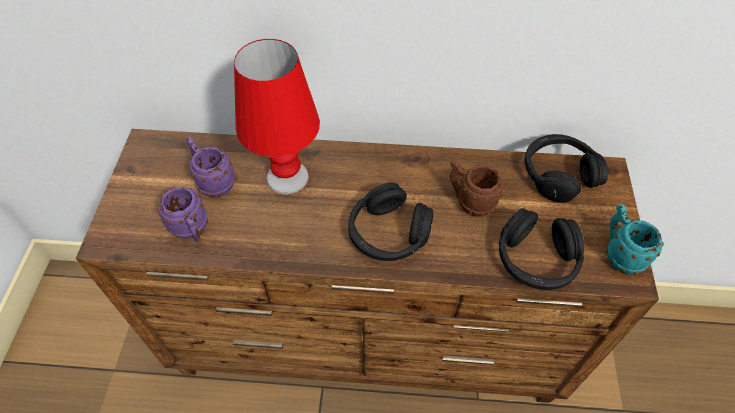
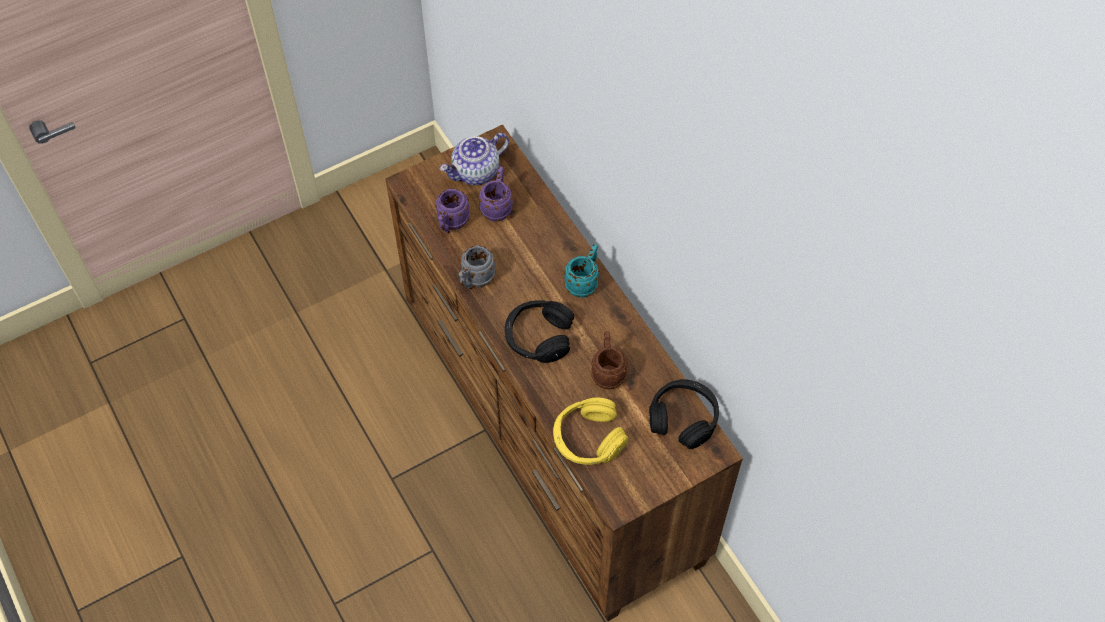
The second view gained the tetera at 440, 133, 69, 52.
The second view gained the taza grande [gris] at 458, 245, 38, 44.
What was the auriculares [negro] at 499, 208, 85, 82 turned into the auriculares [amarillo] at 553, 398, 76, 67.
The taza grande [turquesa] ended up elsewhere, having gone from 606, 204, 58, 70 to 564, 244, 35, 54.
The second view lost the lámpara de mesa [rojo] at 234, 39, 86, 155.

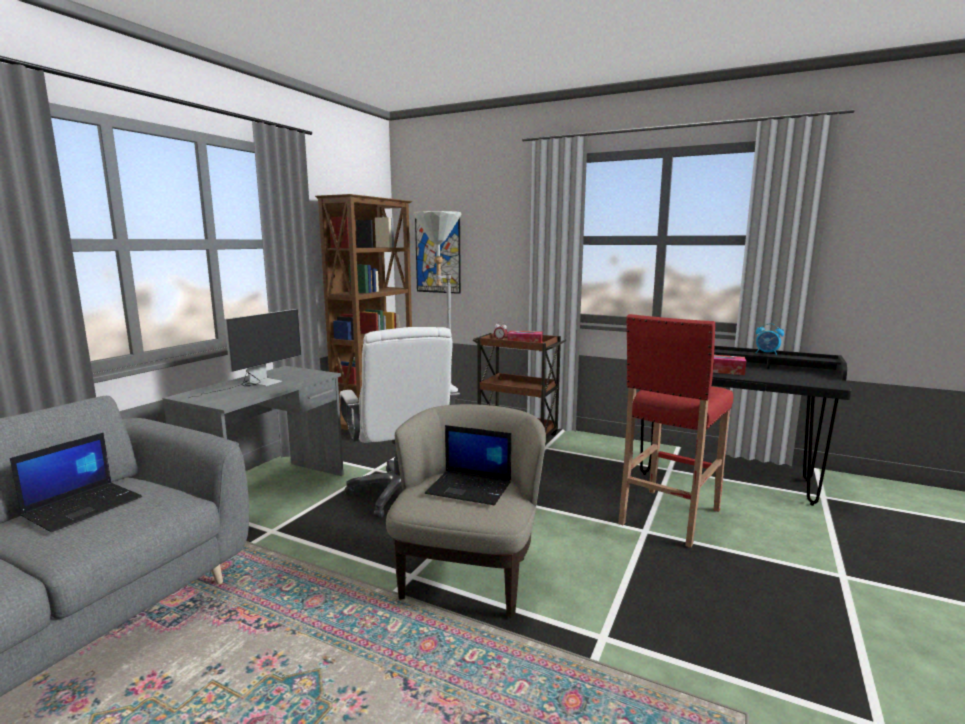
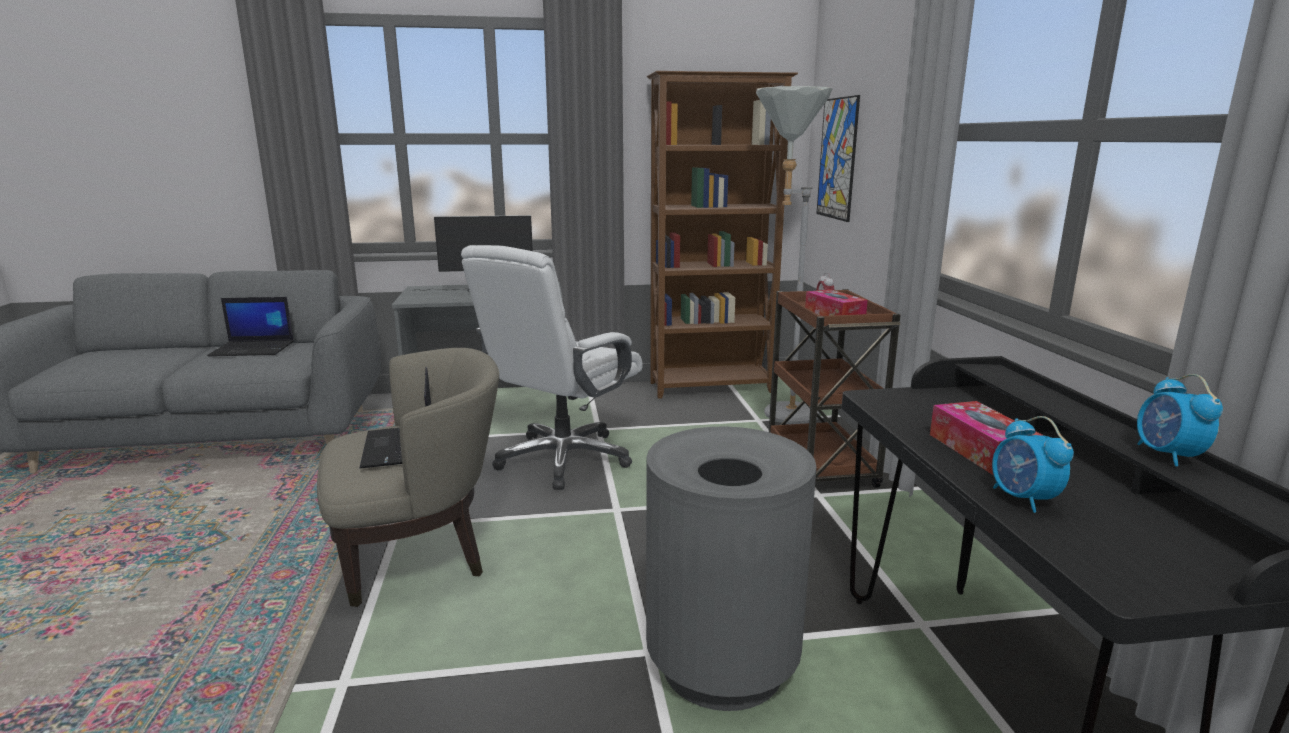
Where the taburete [rojo] stood at 618, 314, 115, 234, the papelera [gris] came to stand at 646, 427, 170, 284.
The second view gained the despertador at 992, 416, 82, 97.

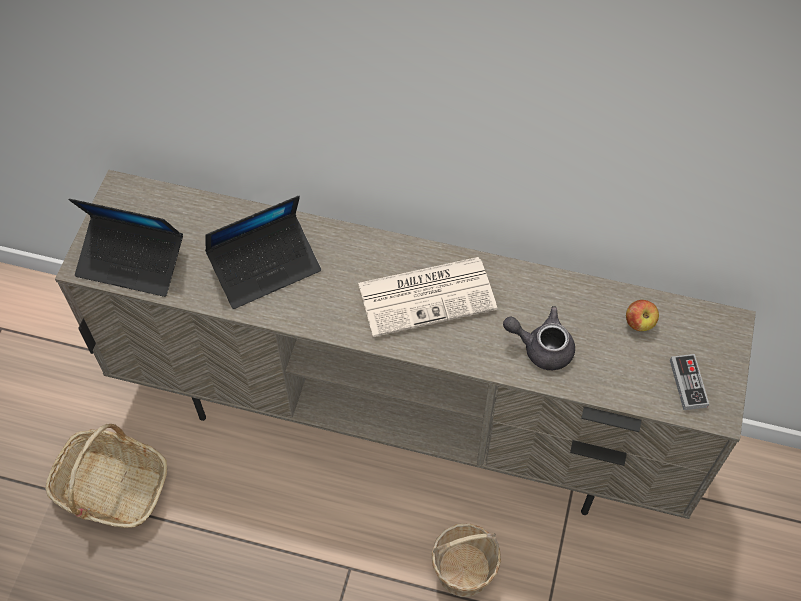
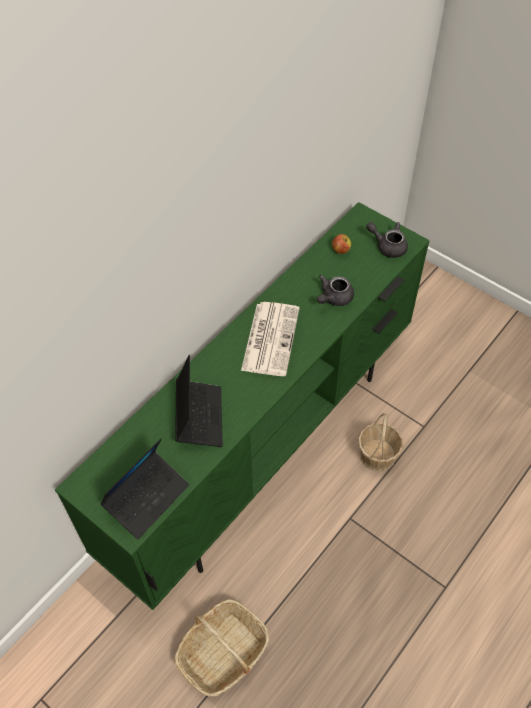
What was the mueble de televisión [beis] at 55, 170, 701, 349 turned into the mueble de televisión [verde] at 55, 202, 375, 408.
Where the mando de consola stood at 670, 354, 39, 56, the tetera [gris] came to stand at 366, 222, 42, 36.

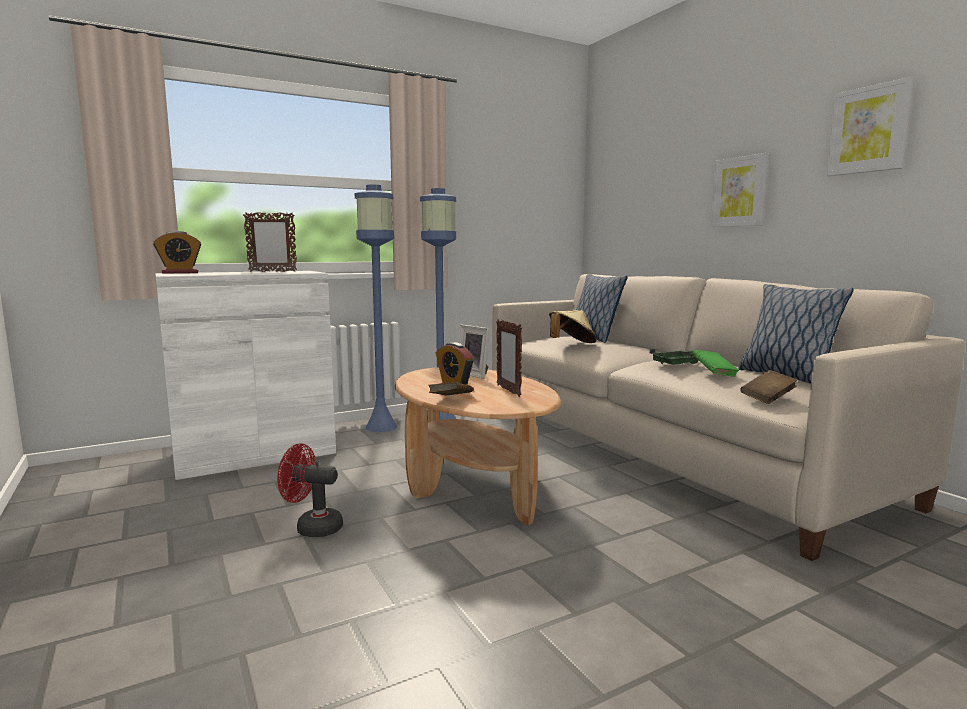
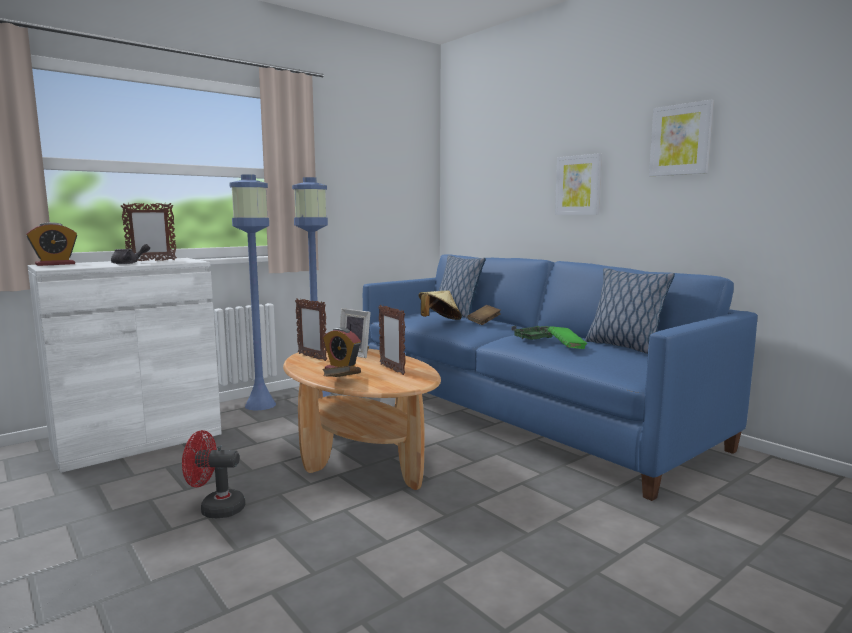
The second view gained the tetera [gris] at 111, 244, 39, 20.
The second view gained the portarretratos at 295, 298, 32, 63.
What was the sofá [beis] at 492, 274, 474, 287 turned into the sofá [azul] at 363, 254, 395, 247.
The libro [marrón] ended up elsewhere, having gone from 740, 370, 57, 34 to 467, 305, 33, 20.

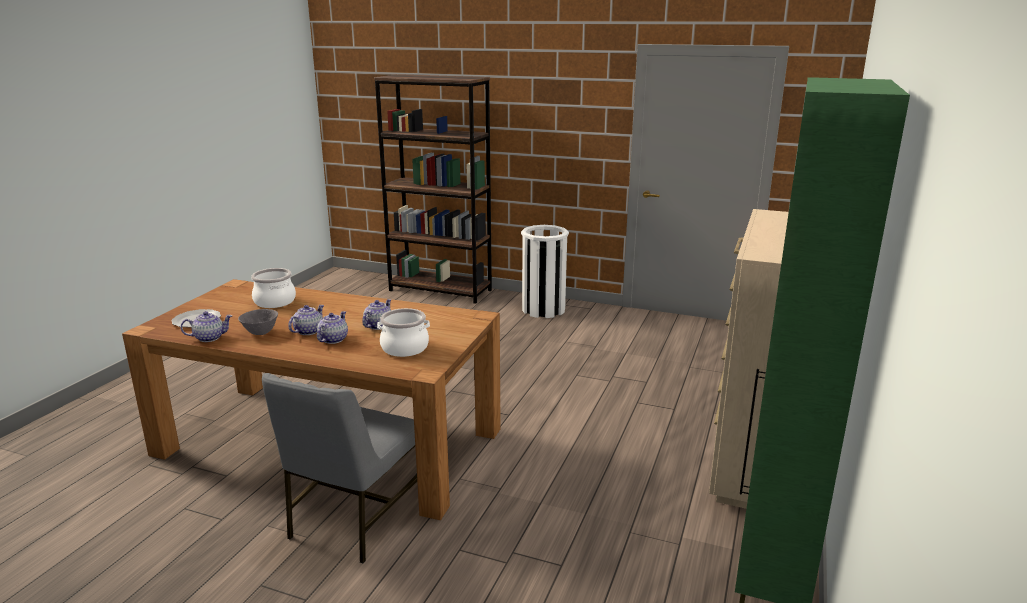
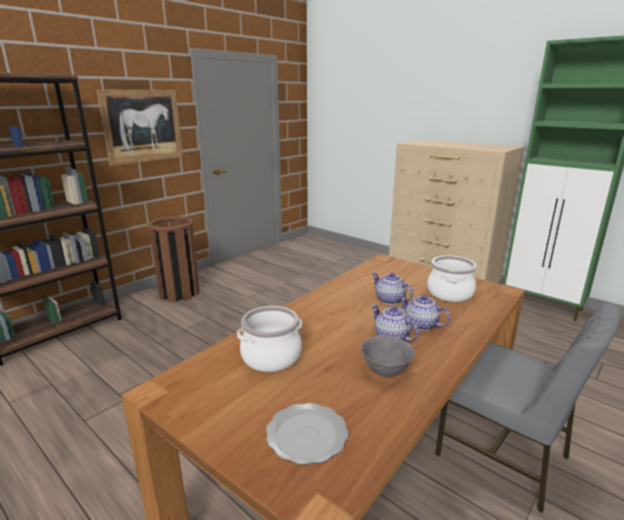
The second view gained the cuadro at 96, 89, 87, 77.
What was the papelera [blanco] at 521, 225, 48, 93 turned into the papelera [marrón] at 148, 216, 52, 86.
The second view lost the tetera at 180, 311, 53, 31.

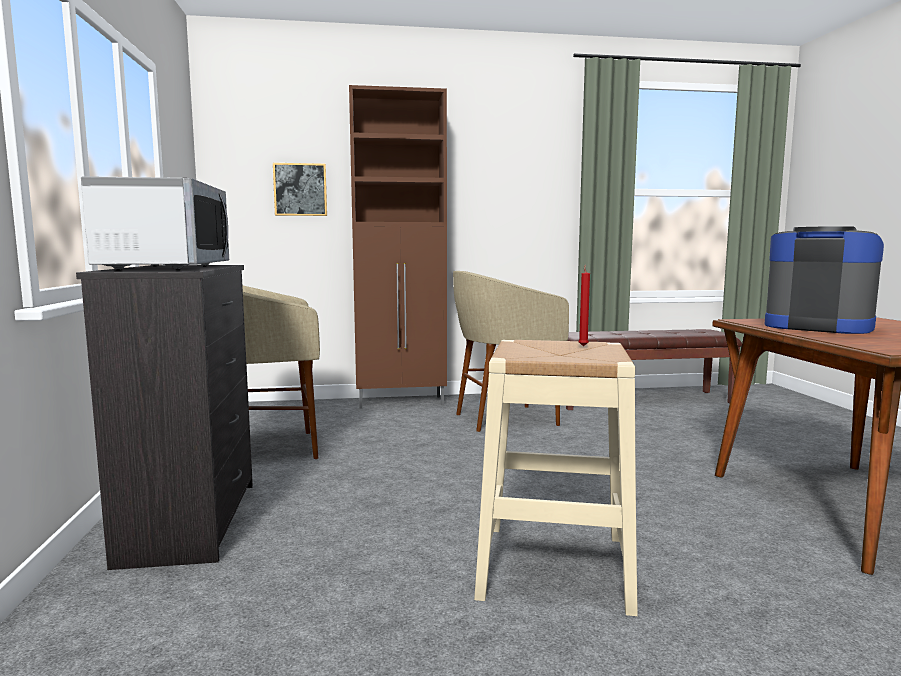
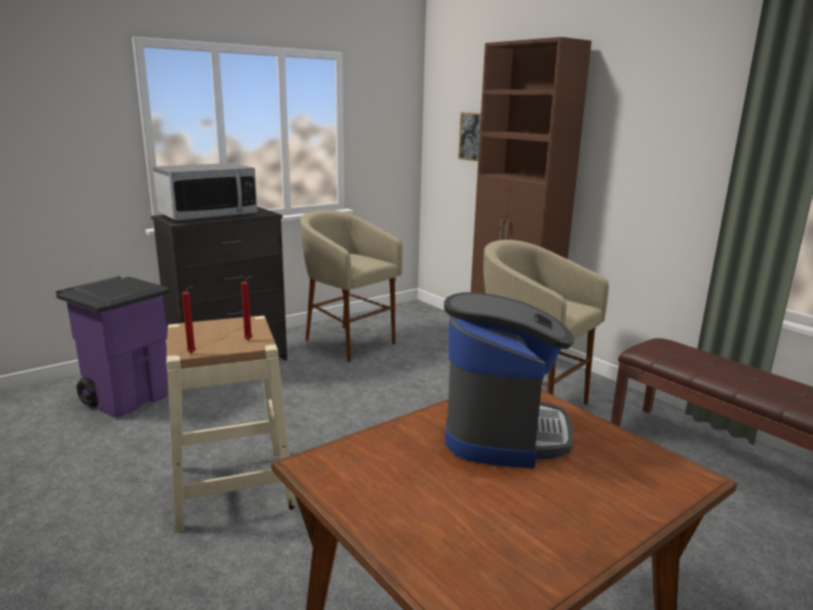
The second view gained the papelera [morado] at 56, 276, 115, 142.
The second view gained the vela [rojo] at 182, 286, 14, 67.

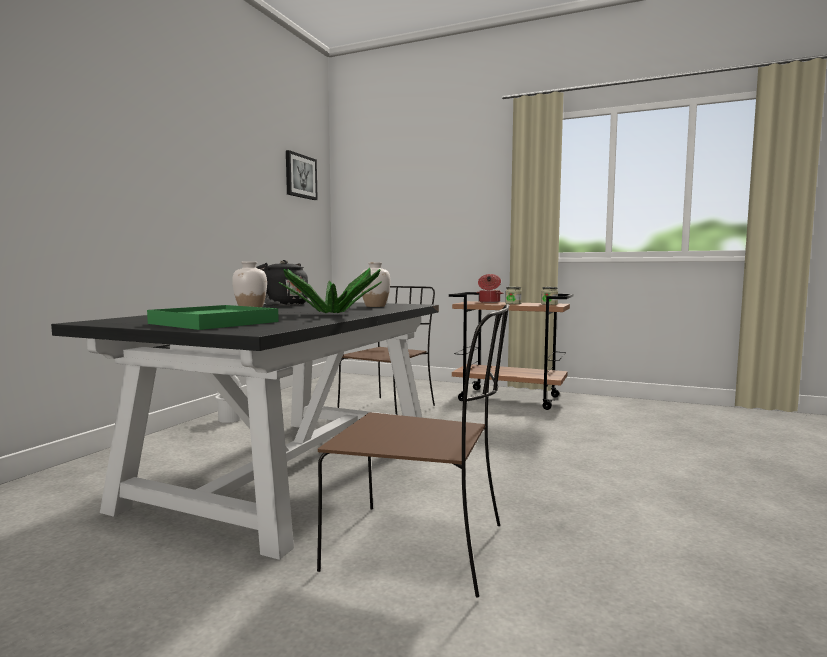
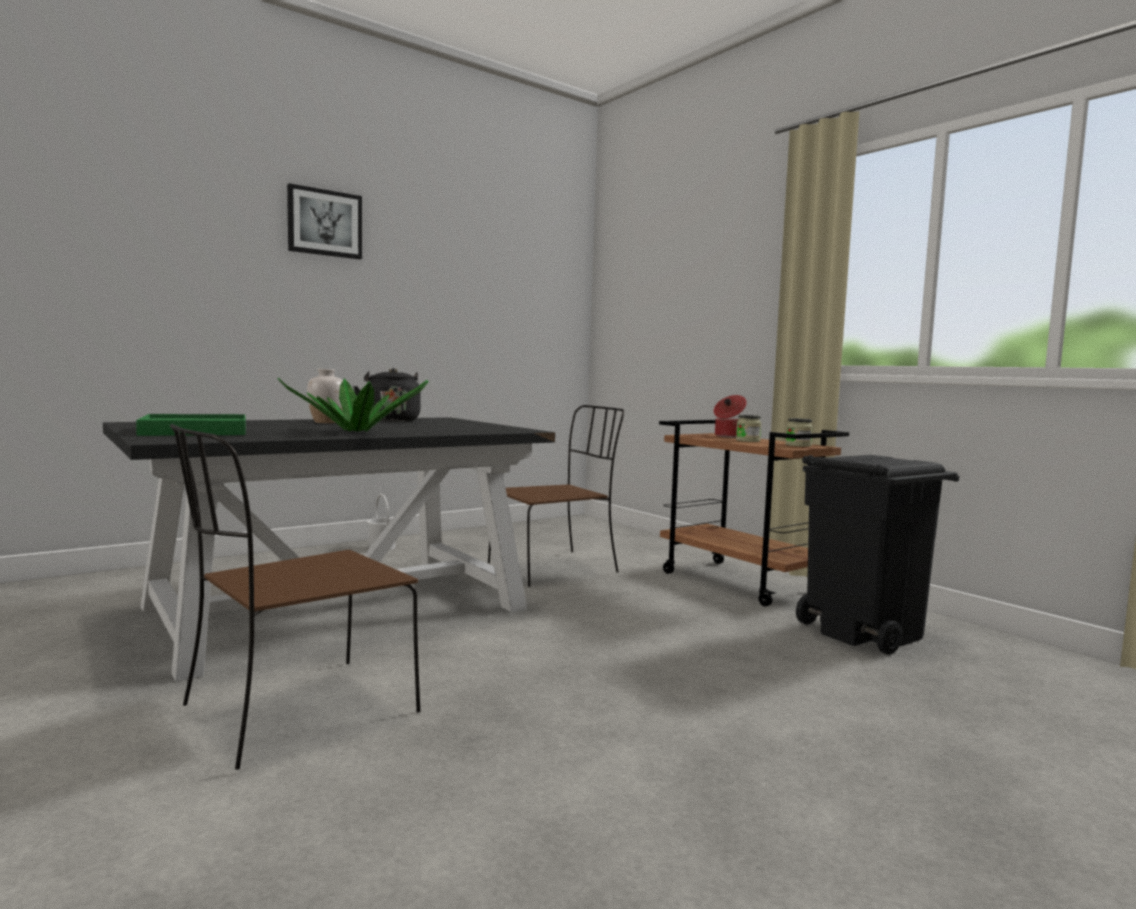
The silla [marrón] at 317, 304, 192, 294 ended up facing another way, 90 degrees clockwise from before.
The cuadro ended up elsewhere, having gone from 286, 150, 32, 50 to 287, 183, 75, 76.
The second view gained the papelera [negro] at 796, 455, 163, 199.
The second view lost the florero [blanco] at 361, 262, 30, 45.

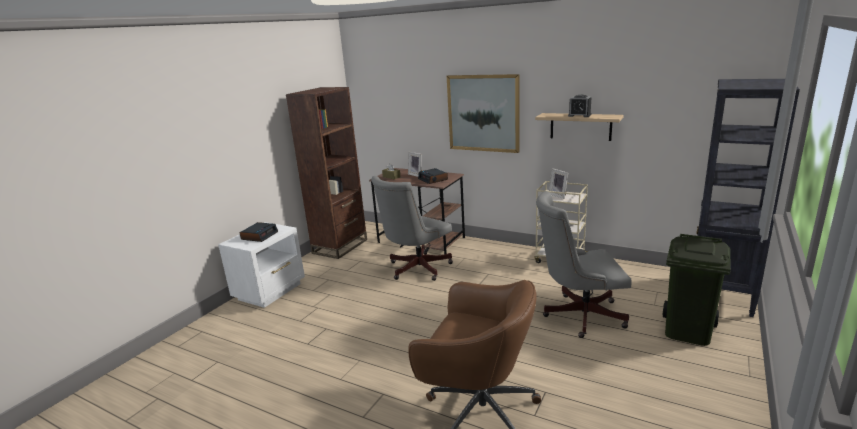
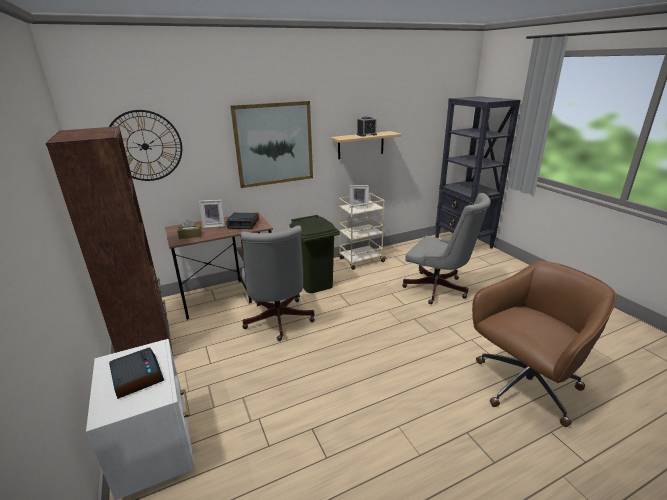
The second view gained the reloj de pared at 109, 110, 73, 71.
The papelera [verde] ended up elsewhere, having gone from 663, 234, 68, 112 to 290, 215, 50, 78.
The silla de oficina [gris] at 536, 191, 95, 147 ended up facing another way, 90 degrees counterclockwise from before.

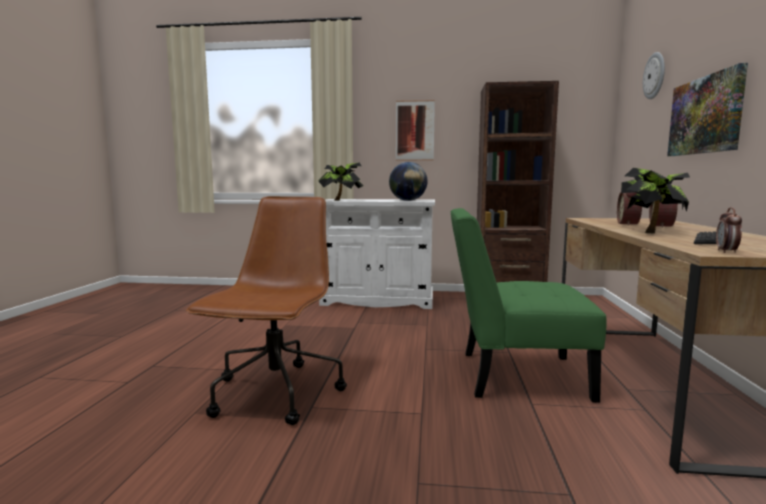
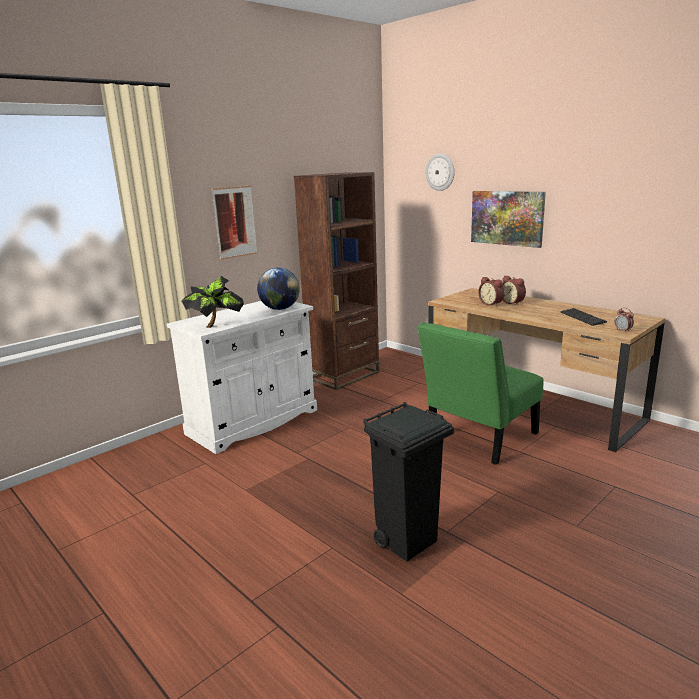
Where the silla de oficina [marrón] stood at 186, 196, 161, 229, the papelera [negro] came to stand at 363, 402, 91, 159.
The second view lost the planta en maceta at 621, 168, 69, 65.

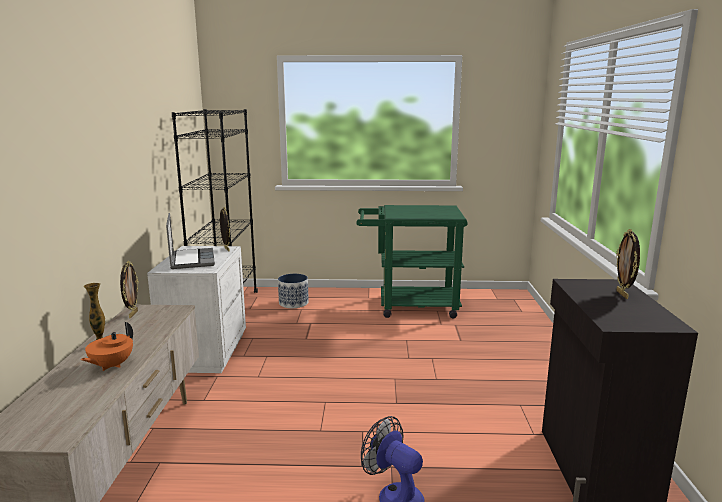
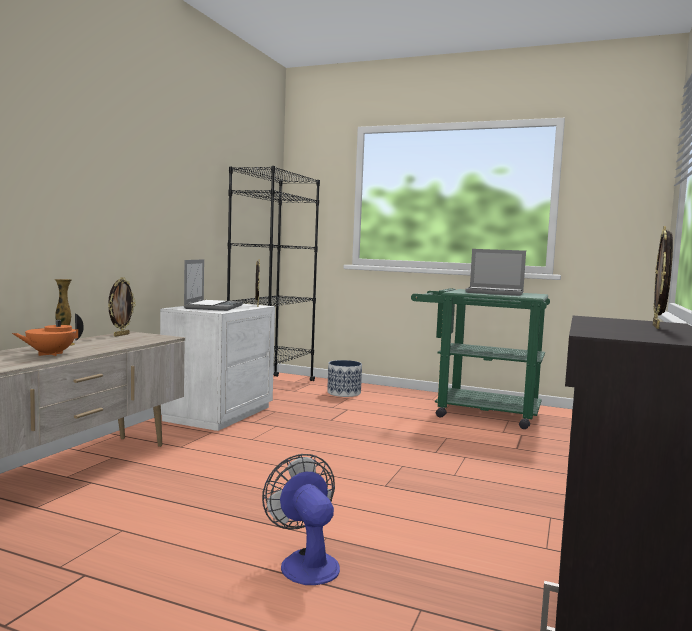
The second view gained the portátil at 465, 249, 61, 47.

